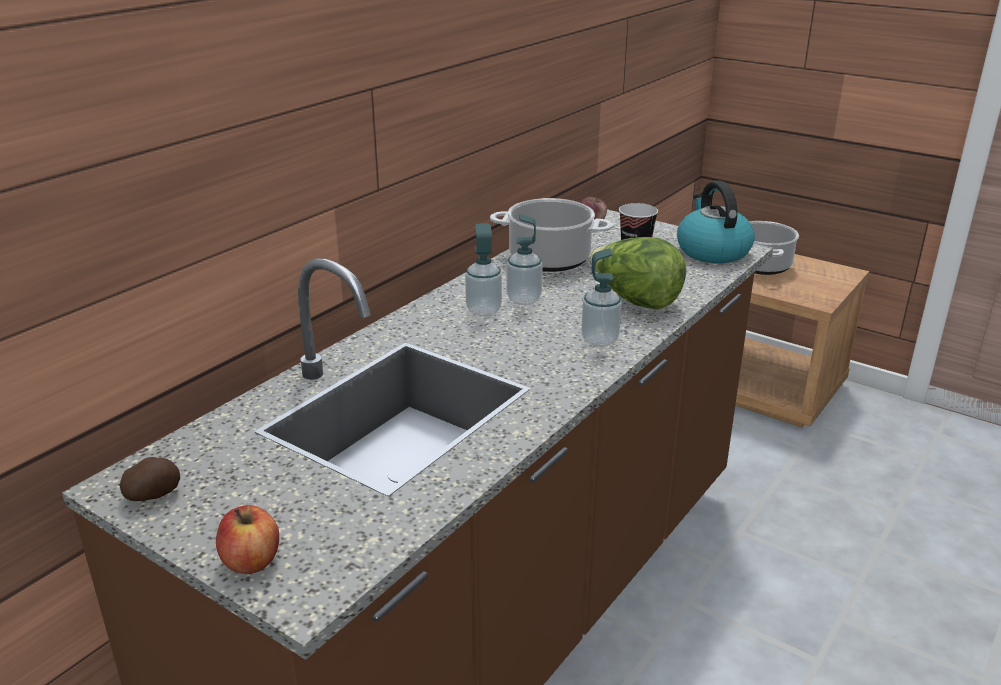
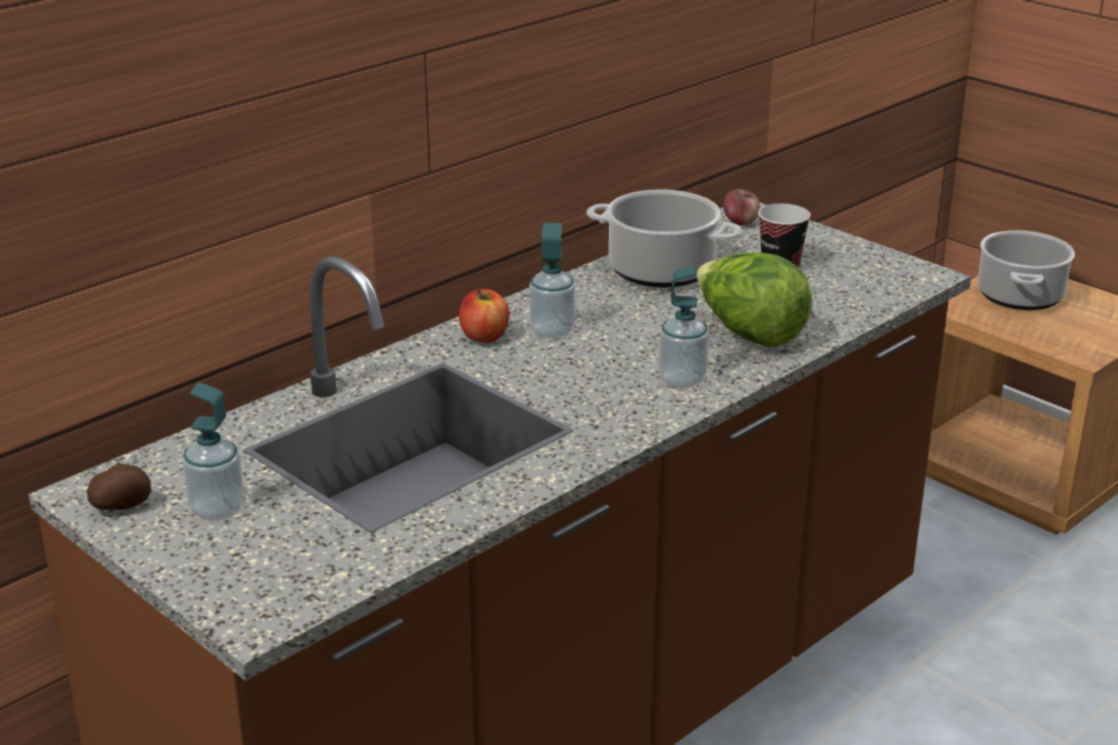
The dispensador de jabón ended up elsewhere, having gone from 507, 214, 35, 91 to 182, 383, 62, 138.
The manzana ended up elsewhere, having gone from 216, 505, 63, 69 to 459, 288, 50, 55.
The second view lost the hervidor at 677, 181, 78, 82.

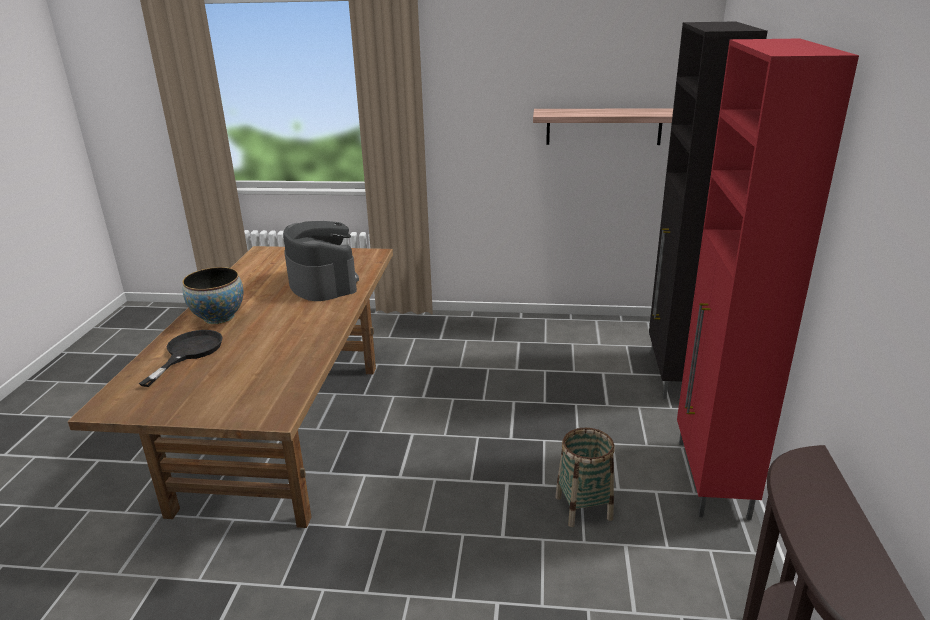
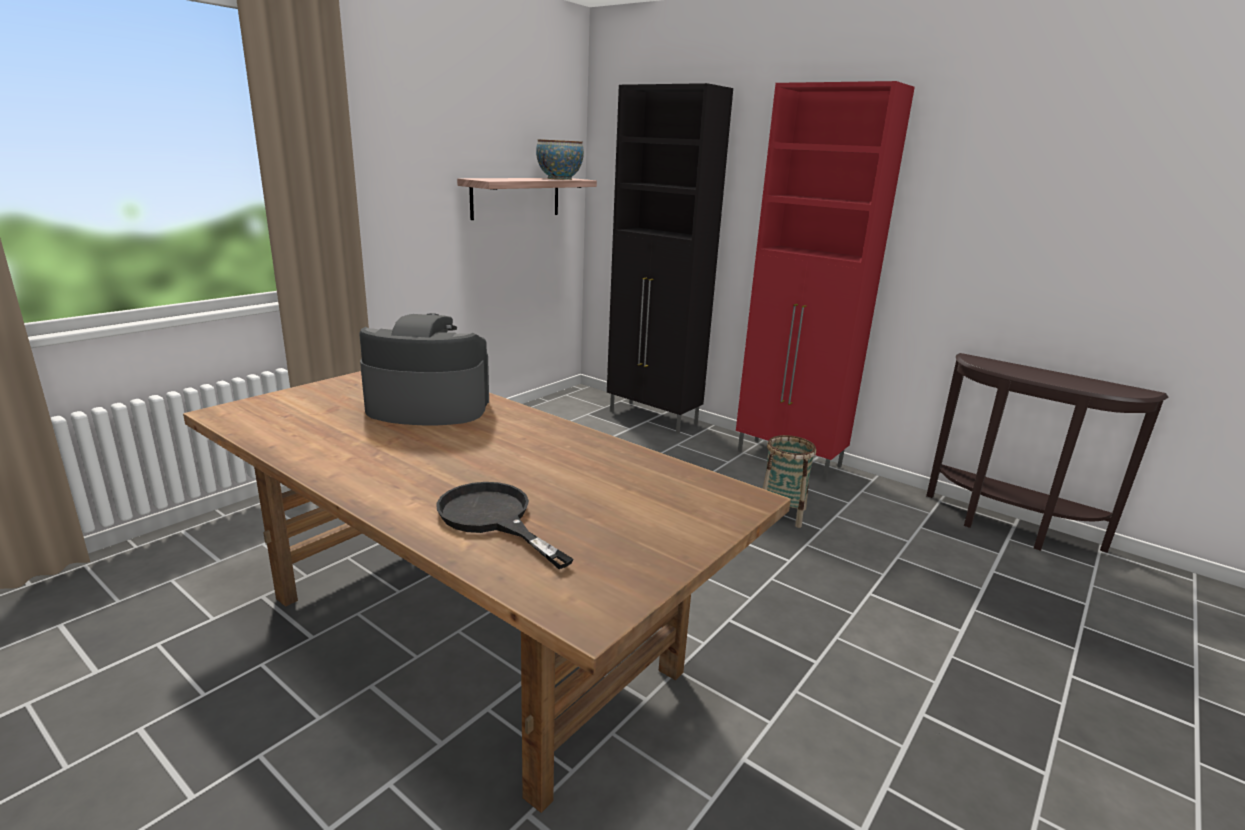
The cuenco ended up elsewhere, having gone from 182, 267, 61, 57 to 536, 139, 48, 41.

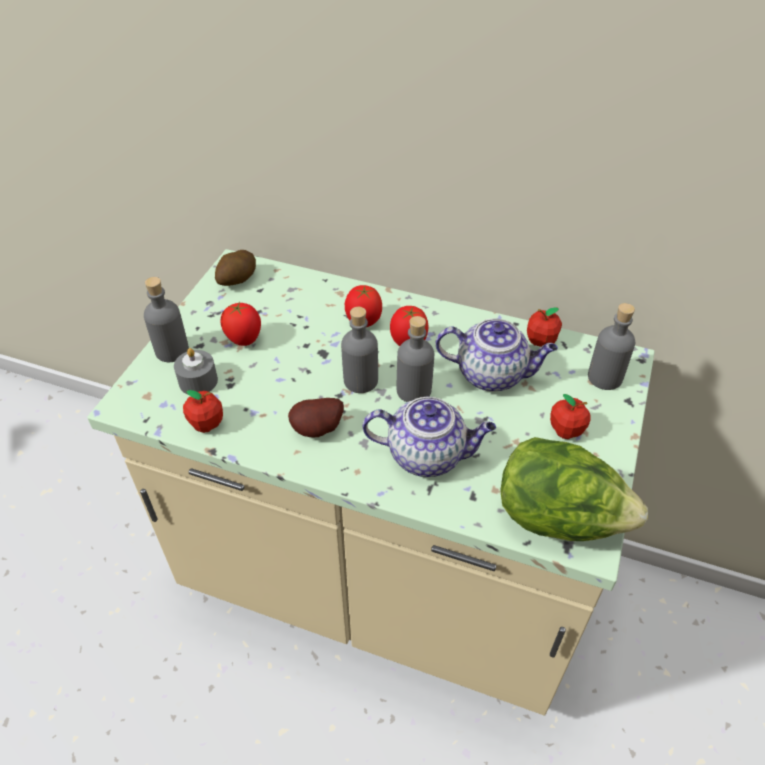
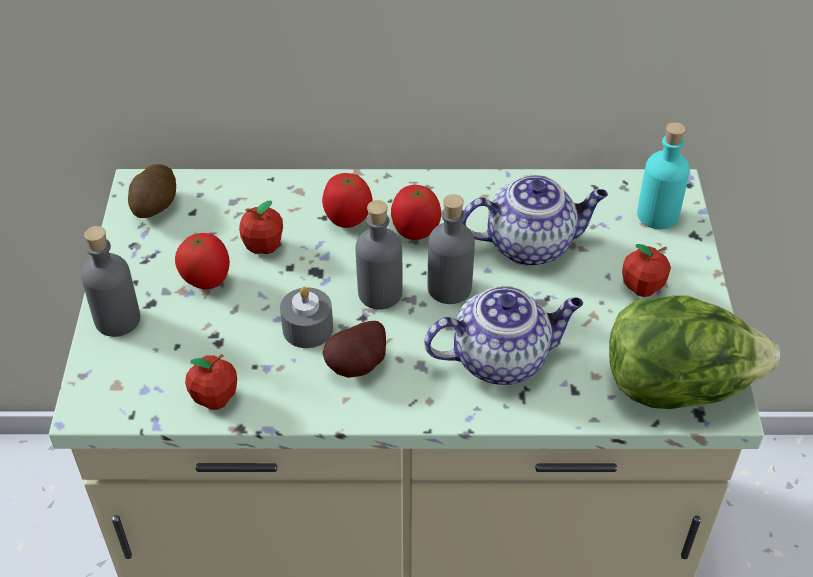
The manzana ended up elsewhere, having gone from 527, 307, 35, 40 to 239, 200, 44, 54.
The vela [gris] ended up elsewhere, having gone from 174, 348, 44, 46 to 280, 287, 53, 61.
What was the botella [gris] at 588, 303, 47, 87 turned into the botella [turquesa] at 637, 122, 53, 107.

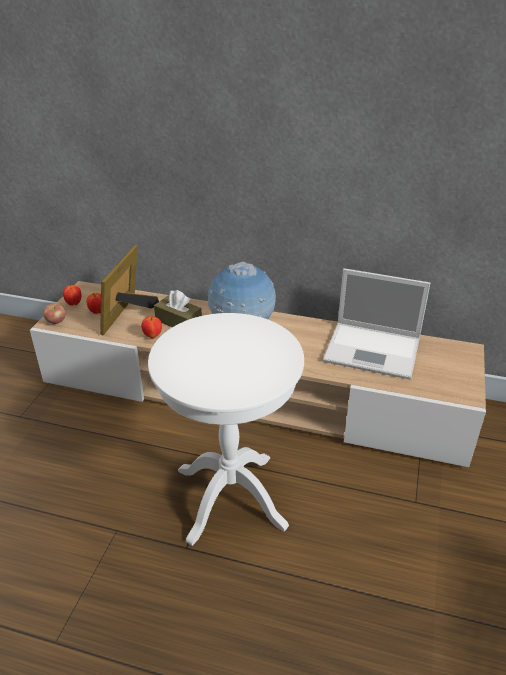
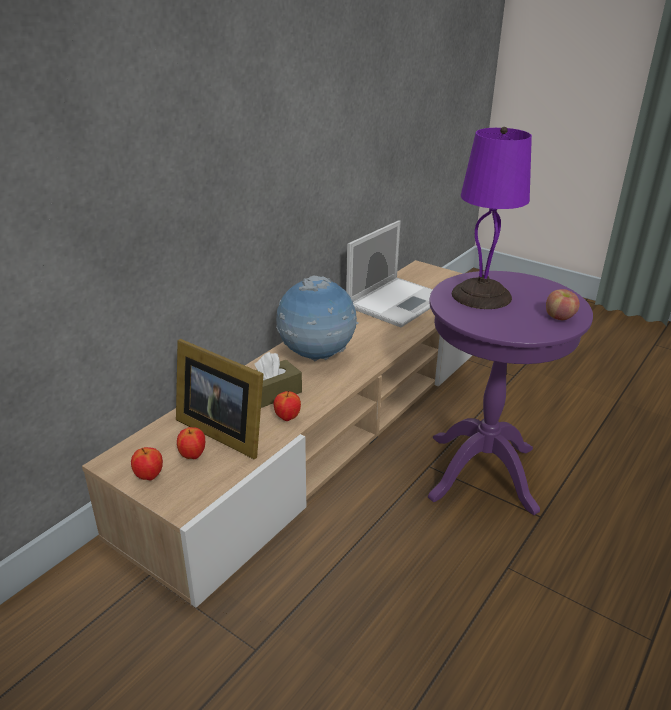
What was the mesa auxiliar [blanco] at 148, 313, 156, 233 turned into the mesa auxiliar [morado] at 428, 271, 165, 244.
The second view gained the lámpara de mesa [morado] at 452, 127, 80, 182.
The manzana ended up elsewhere, having gone from 43, 303, 23, 21 to 546, 289, 34, 31.

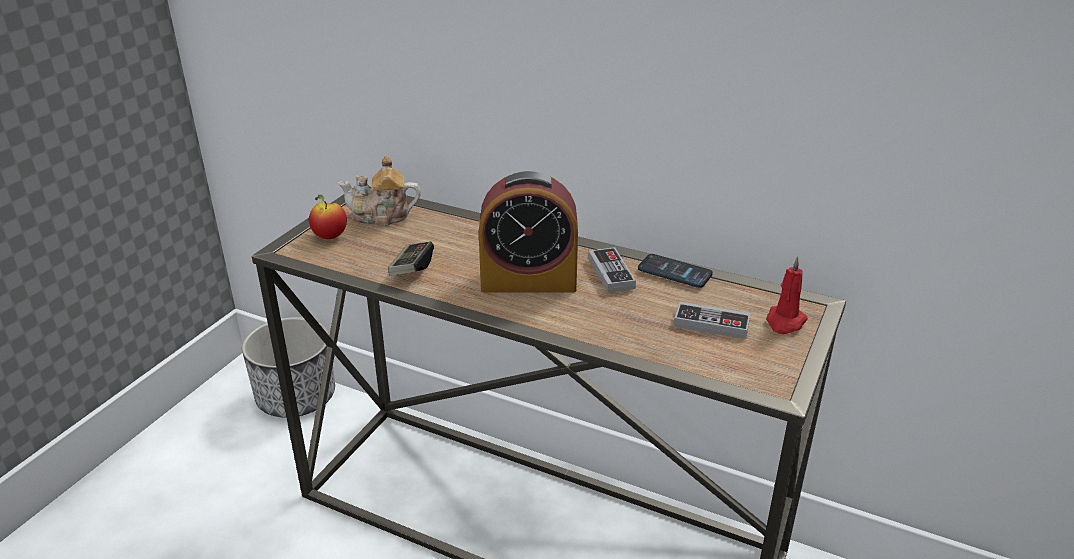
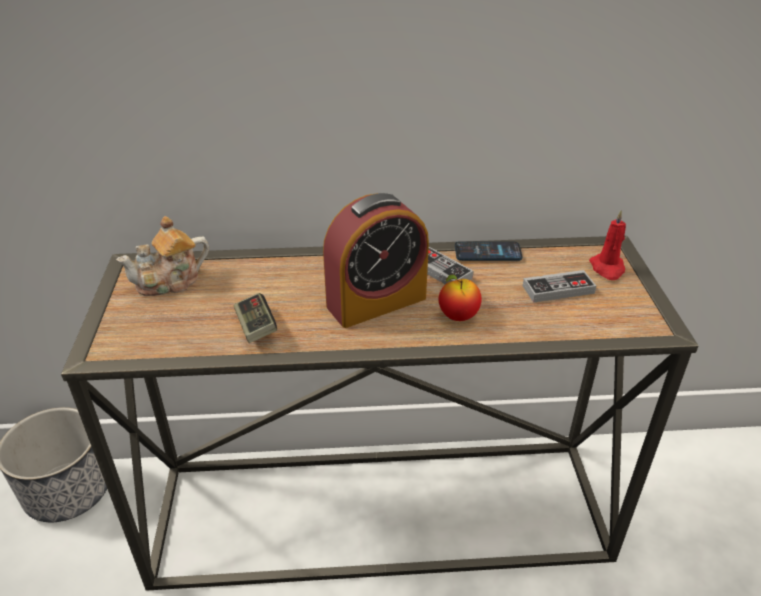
The manzana ended up elsewhere, having gone from 309, 195, 38, 44 to 438, 274, 43, 47.

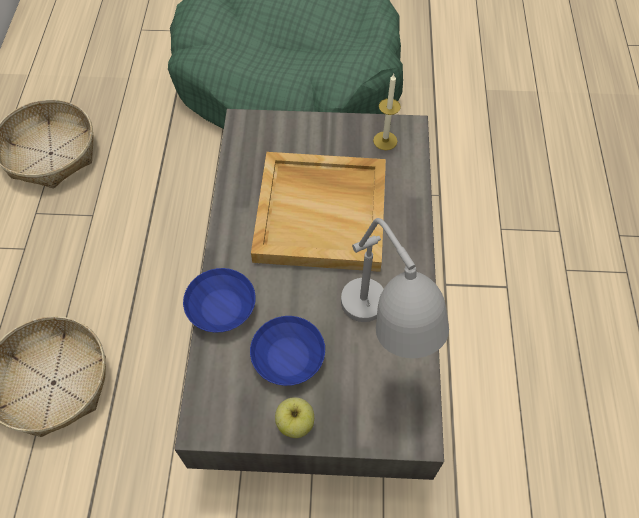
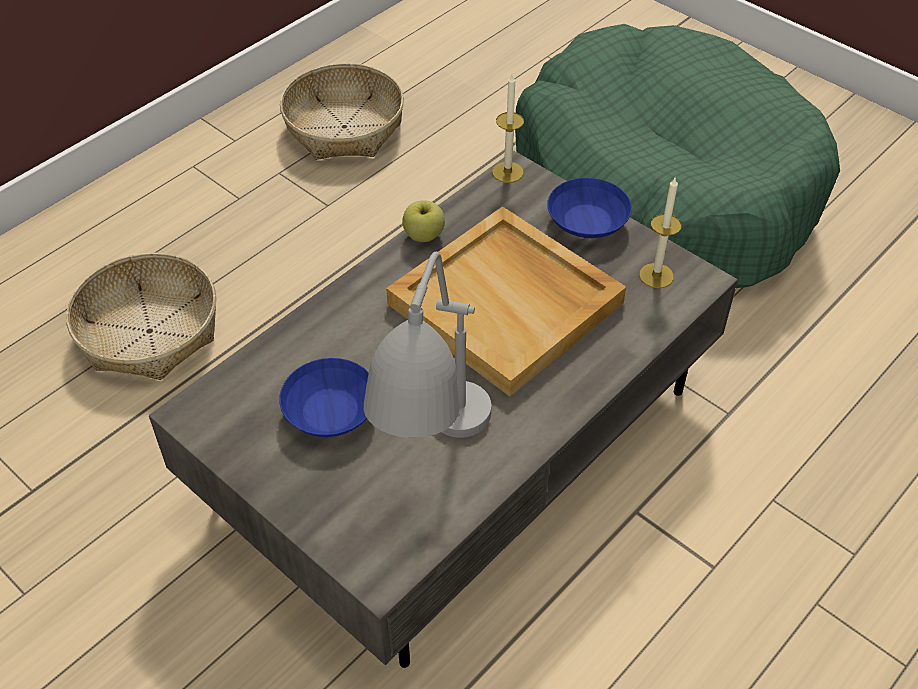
The manzana ended up elsewhere, having gone from 275, 397, 39, 41 to 402, 200, 43, 42.
The second view gained the vela at 492, 75, 32, 108.
The cuenco [azul] ended up elsewhere, having gone from 183, 268, 73, 65 to 547, 178, 85, 60.

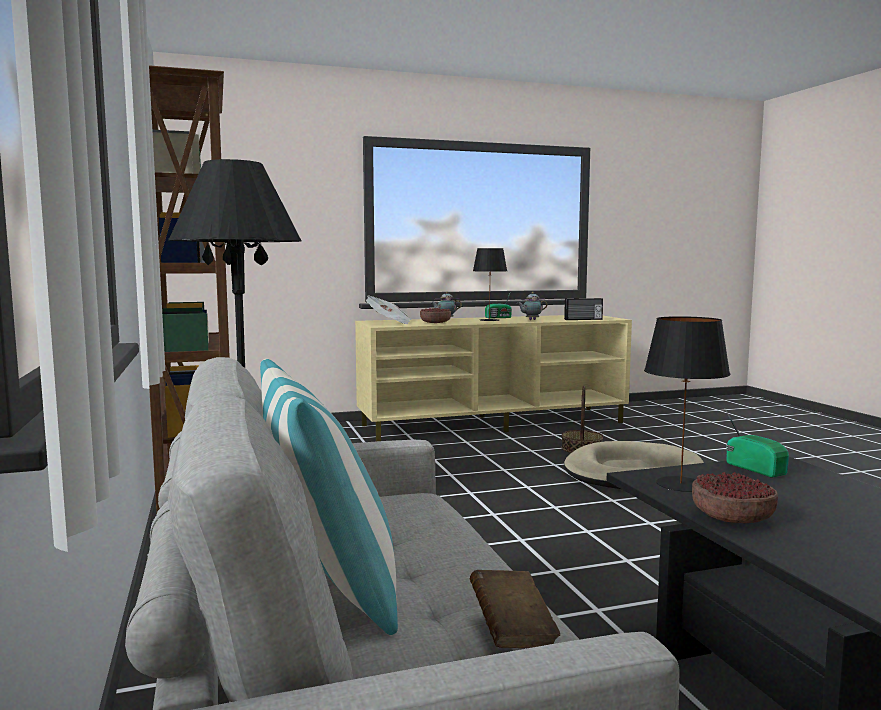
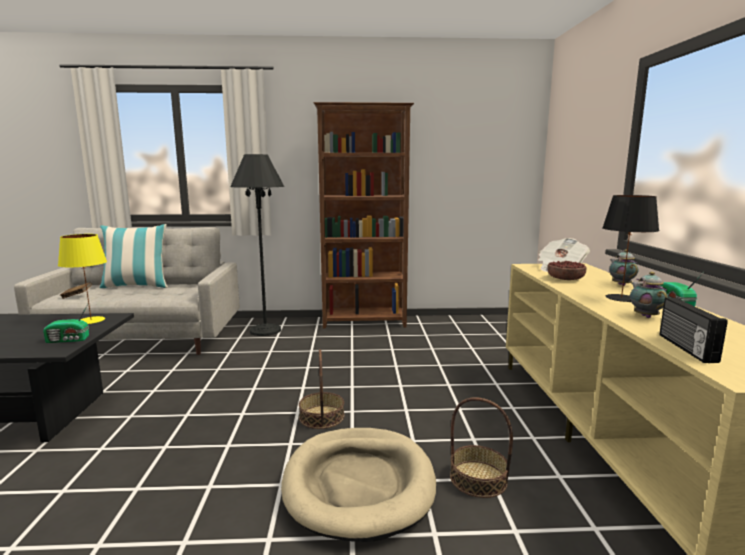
What was the lámpara de mesa [negro] at 644, 316, 86, 176 turned into the lámpara de mesa [amarillo] at 58, 234, 49, 90.
The second view gained the cesta at 299, 349, 45, 80.
The second view lost the cuenco at 692, 472, 86, 51.

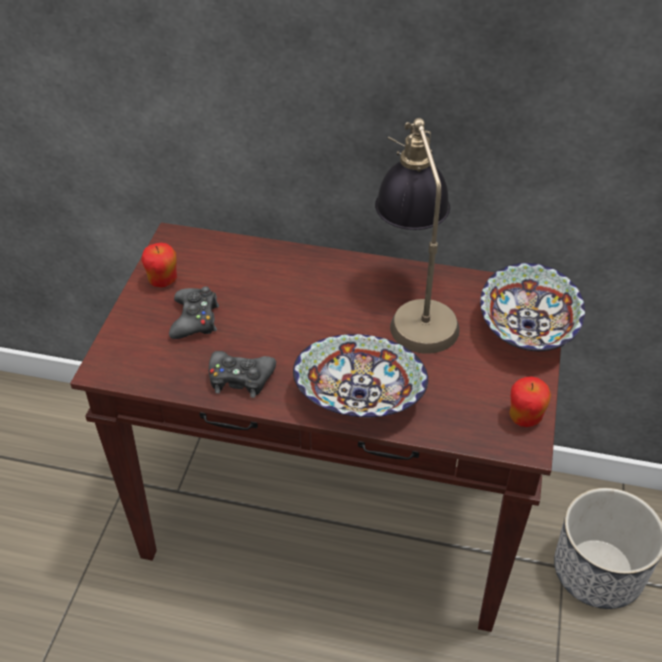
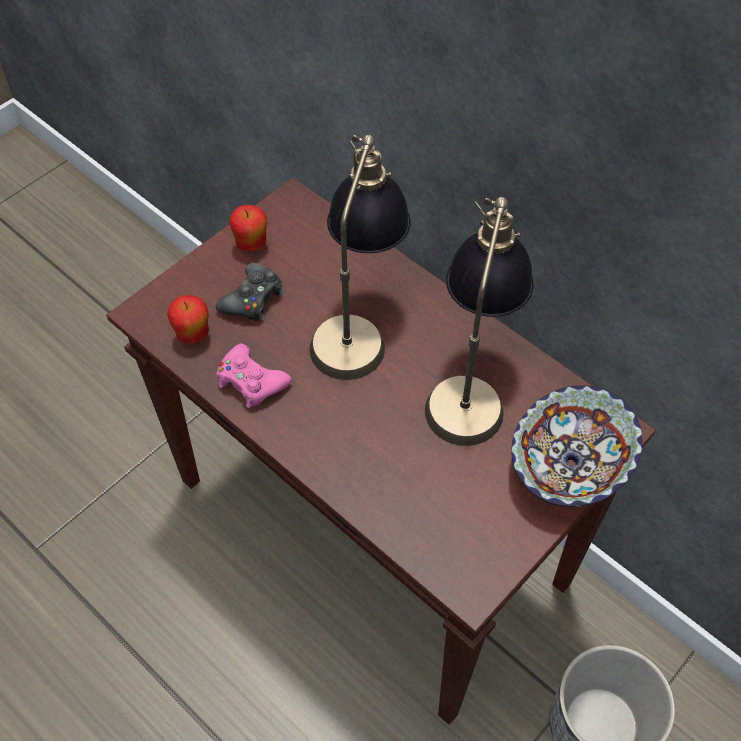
The manzana ended up elsewhere, having gone from 509, 376, 42, 51 to 167, 295, 42, 49.
What was the mando de consola [negro] at 209, 351, 67, 47 turned into the mando de consola [rosa] at 216, 343, 76, 65.
The second view gained the lámpara de mesa at 309, 135, 102, 245.
The second view lost the cuenco at 293, 334, 135, 83.

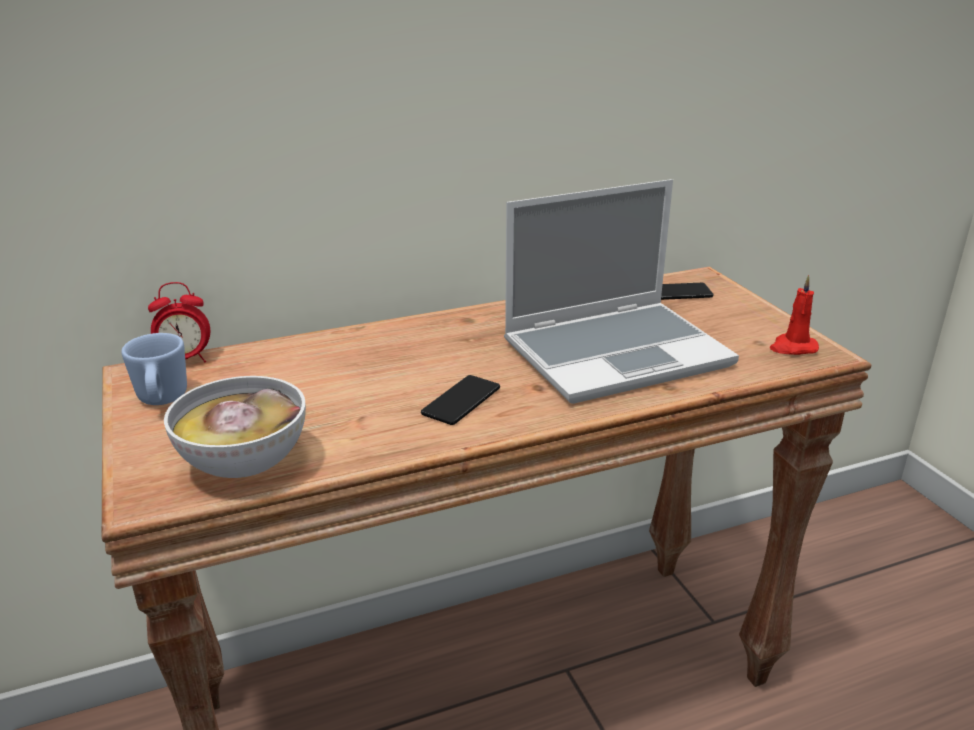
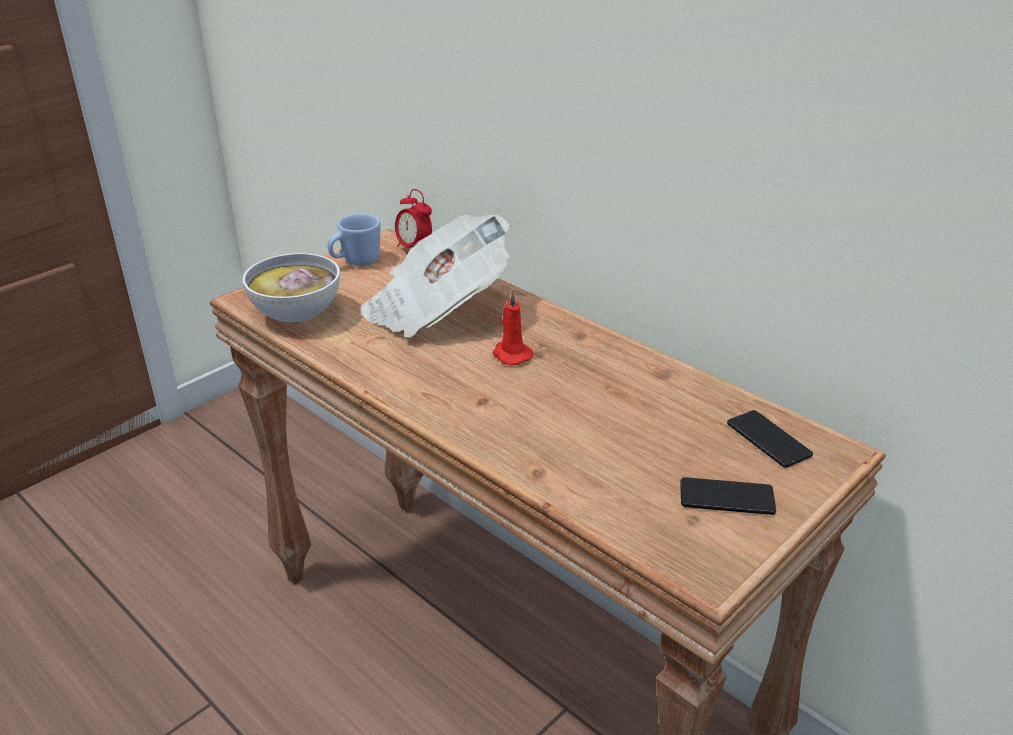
The second view gained the periódico at 360, 214, 150, 124.
The vela [rojo] ended up elsewhere, having gone from 770, 275, 49, 80 to 492, 290, 41, 75.
The móvil ended up elsewhere, having gone from 421, 375, 79, 50 to 680, 477, 96, 38.
The second view lost the portátil at 504, 179, 235, 225.

